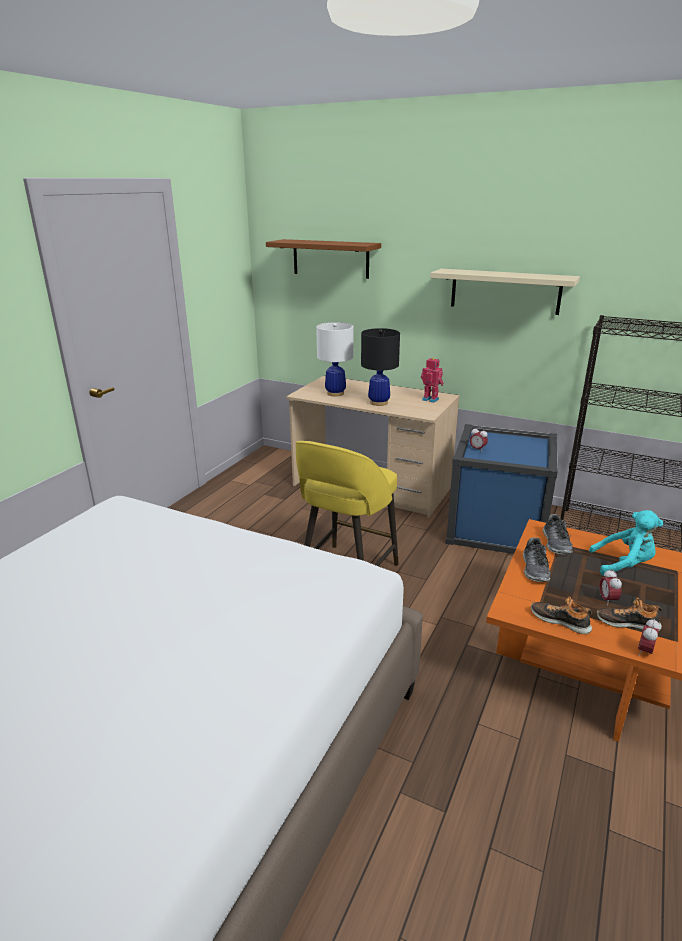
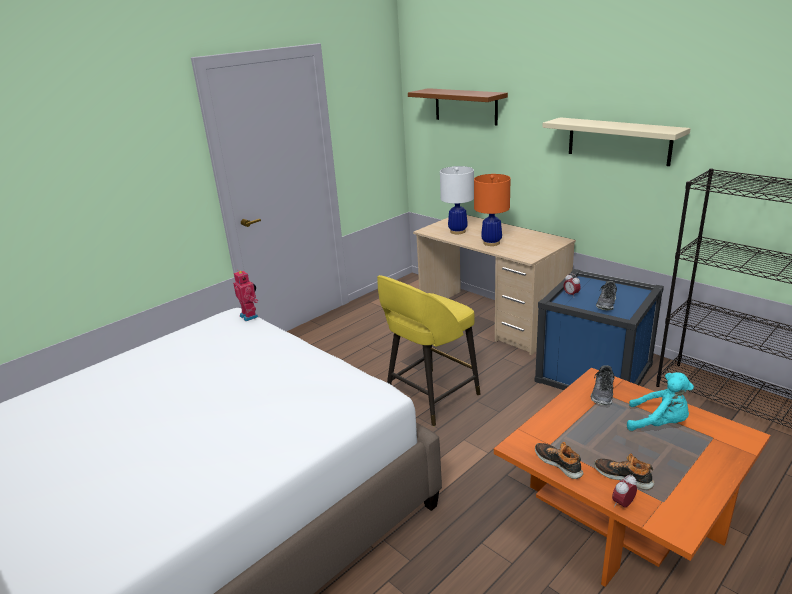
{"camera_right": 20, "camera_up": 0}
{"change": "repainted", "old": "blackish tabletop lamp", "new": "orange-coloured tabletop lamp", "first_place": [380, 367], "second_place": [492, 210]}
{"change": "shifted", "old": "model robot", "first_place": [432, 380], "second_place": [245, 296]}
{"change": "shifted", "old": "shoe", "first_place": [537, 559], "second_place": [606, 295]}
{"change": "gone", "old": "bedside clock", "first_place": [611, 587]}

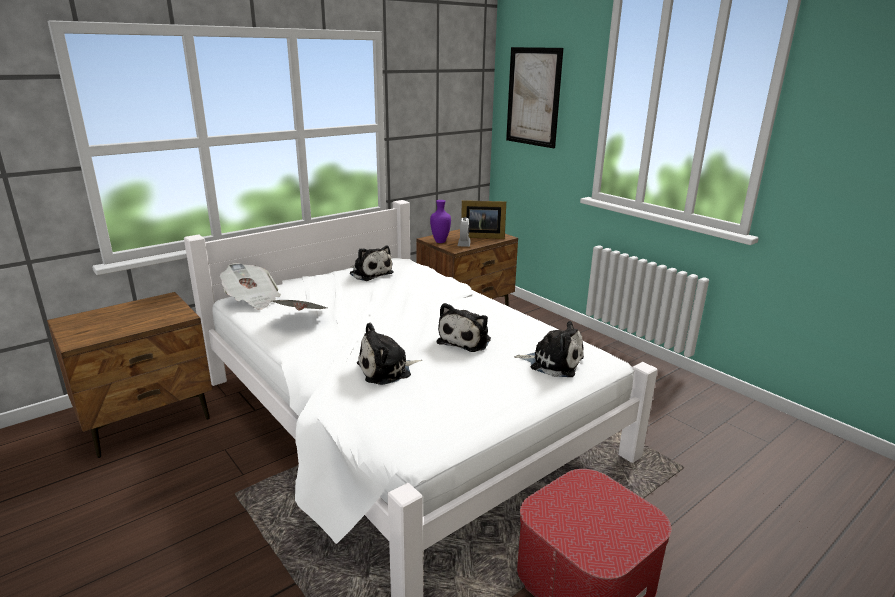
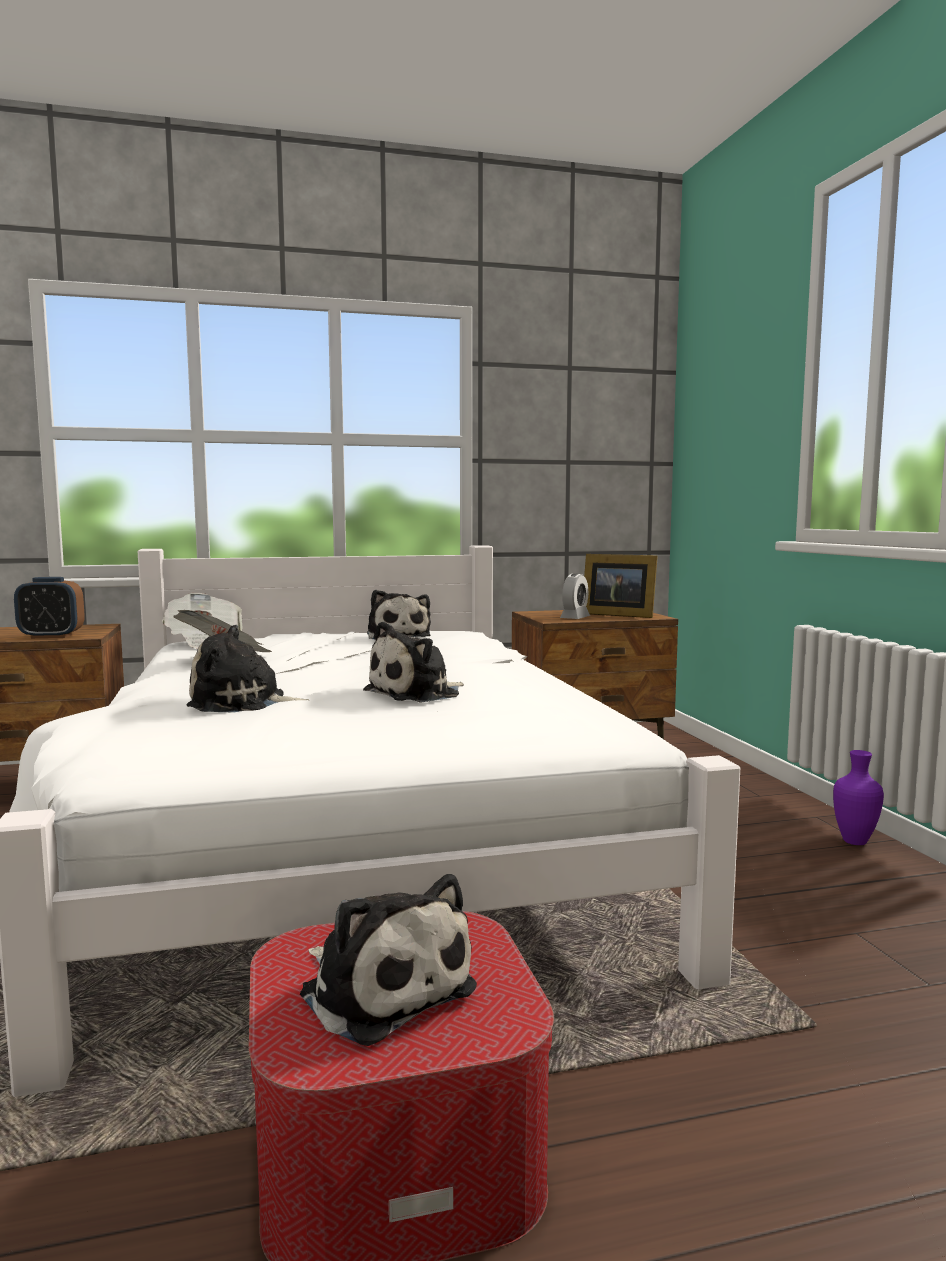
{"camera_right": 25, "camera_up": -15}
{"change": "shifted", "old": "purplish decorative vase", "first_place": [440, 221], "second_place": [858, 797]}
{"change": "gone", "old": "wall art", "first_place": [535, 97]}
{"change": "shifted", "old": "cuddly toy", "first_place": [549, 349], "second_place": [388, 960]}
{"change": "new", "new": "bedside clock", "second_place": [49, 608]}

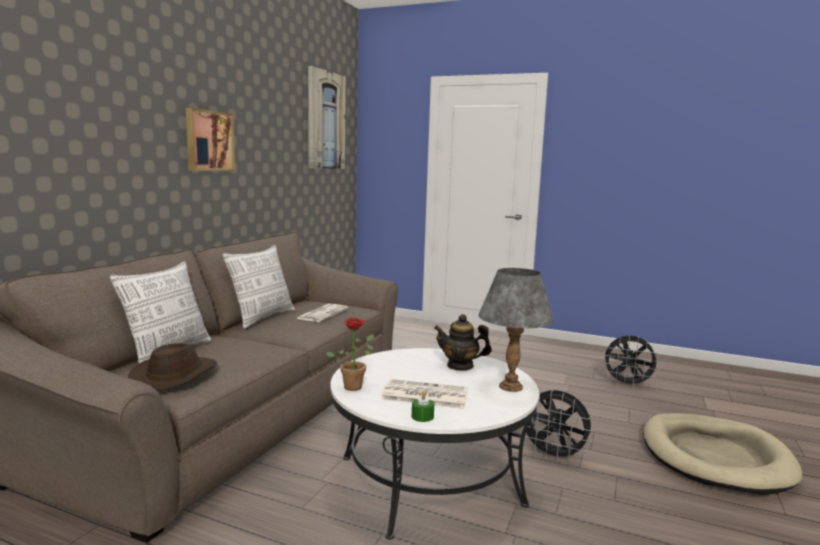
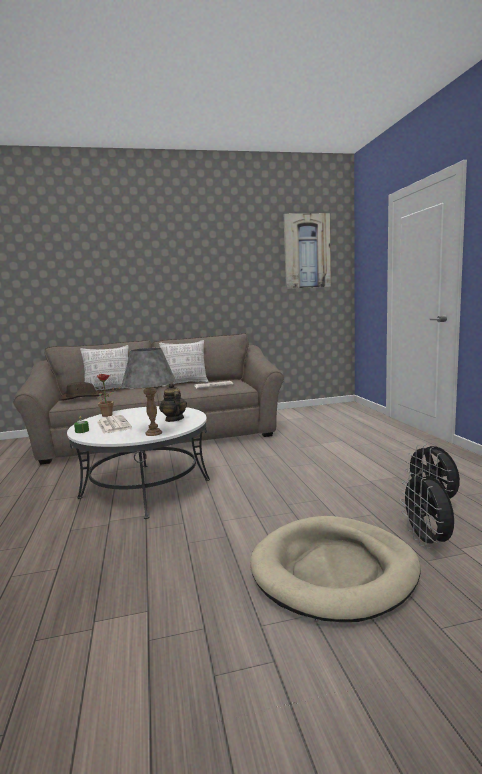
{"camera_right": 55, "camera_up": 0}
{"change": "gone", "old": "wall art", "first_place": [210, 139]}
{"change": "shifted", "old": "blackish cooling fan", "first_place": [559, 426], "second_place": [427, 511]}

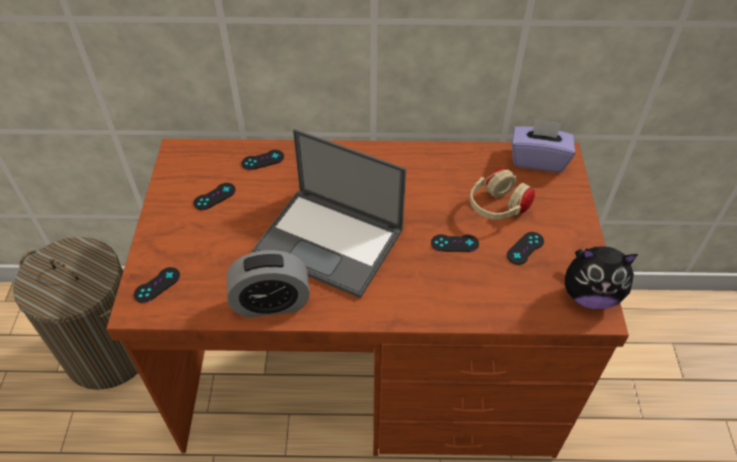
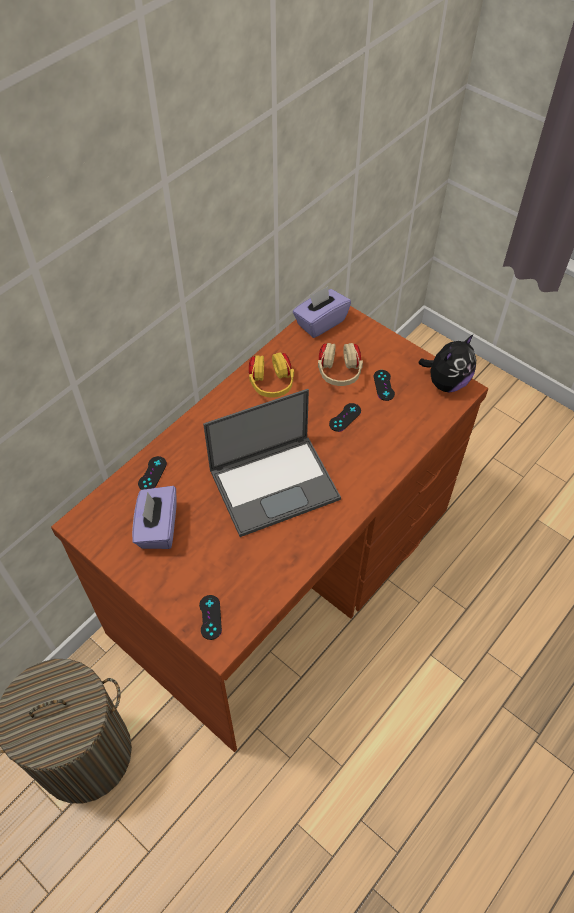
{"camera_right": -50, "camera_up": 5}
{"change": "swapped", "old": "blackish game controller", "new": "purplish box of tissues", "first_place": [214, 196], "second_place": [154, 517]}
{"change": "gone", "old": "bedside clock", "first_place": [268, 284]}
{"change": "new", "new": "yellow pair of headphones", "second_place": [271, 375]}

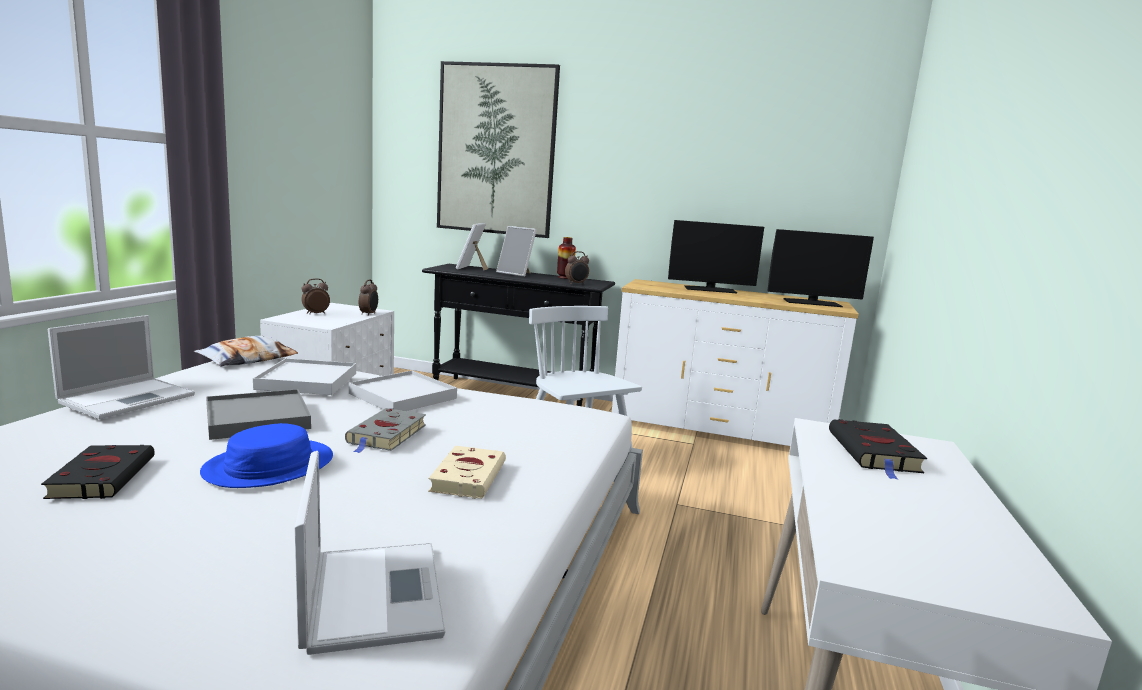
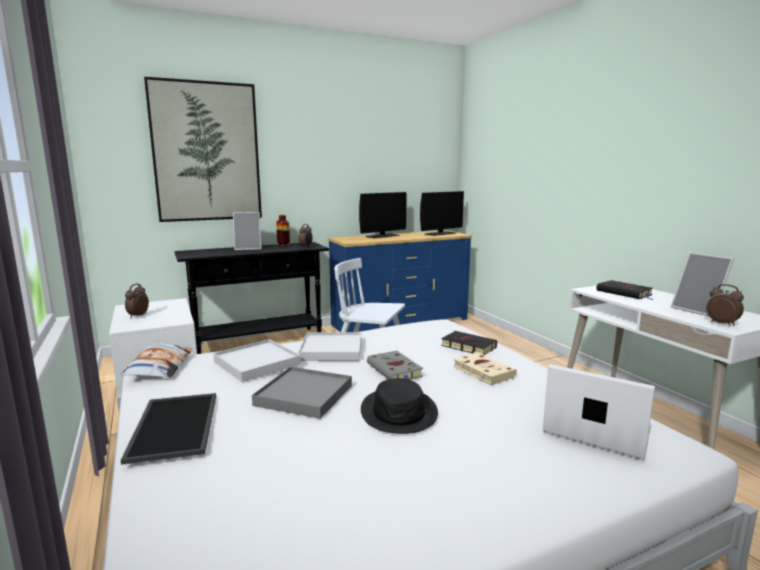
{"camera_right": -40, "camera_up": 0}
{"change": "shifted", "old": "blackish bound book", "first_place": [98, 472], "second_place": [469, 343]}
{"change": "swapped", "old": "laptop", "new": "carrying tray", "first_place": [121, 367], "second_place": [168, 429]}
{"change": "repainted", "old": "blue-coloured hat", "new": "blackish hat", "first_place": [266, 455], "second_place": [399, 406]}
{"change": "shifted", "old": "bedside clock", "first_place": [368, 297], "second_place": [725, 305]}
{"change": "shifted", "old": "photo frame", "first_place": [472, 246], "second_place": [702, 284]}
{"change": "repainted", "old": "whitish dresser", "new": "blue-coloured dresser", "first_place": [735, 362], "second_place": [400, 281]}

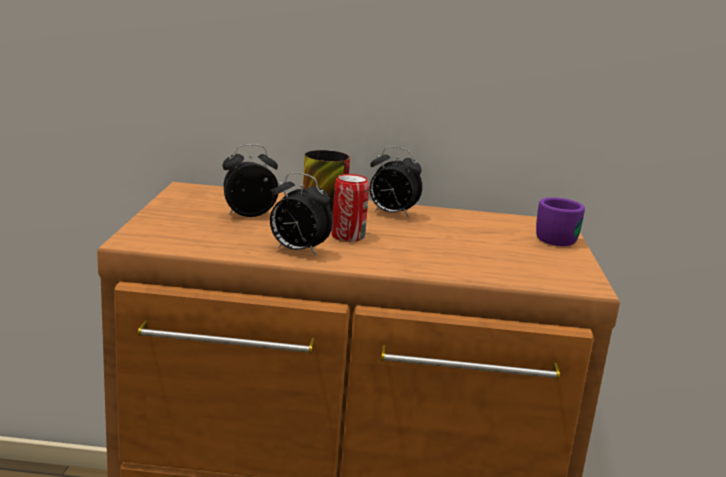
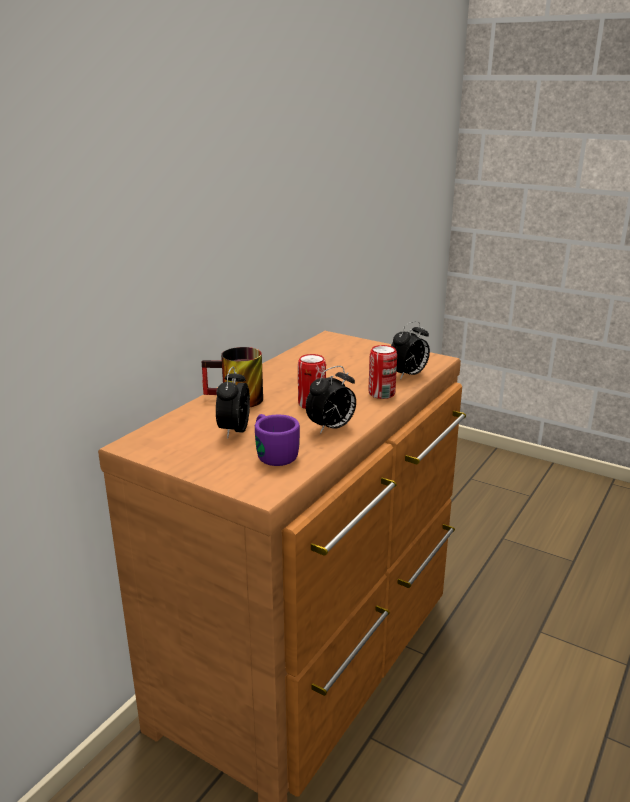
{"camera_right": -60, "camera_up": 5}
{"change": "shifted", "old": "bedside clock", "first_place": [396, 182], "second_place": [410, 350]}
{"change": "shifted", "old": "purplish tea mug", "first_place": [560, 221], "second_place": [277, 440]}
{"change": "new", "new": "metal can", "second_place": [382, 372]}

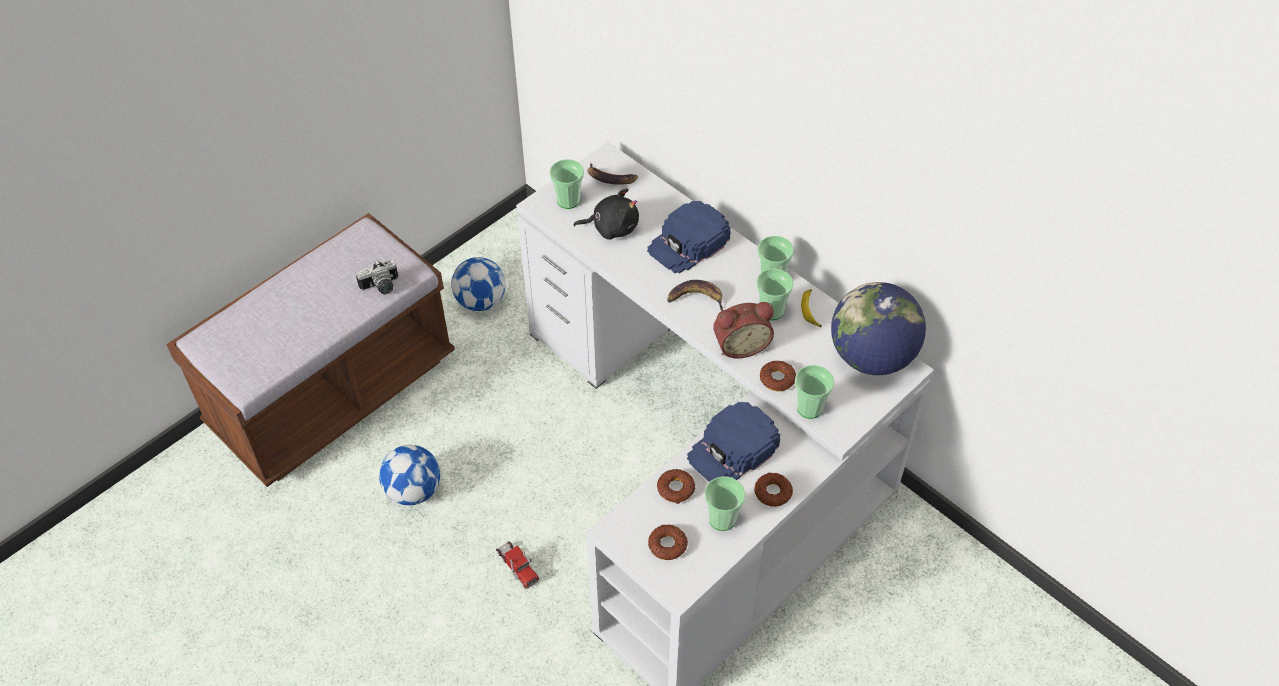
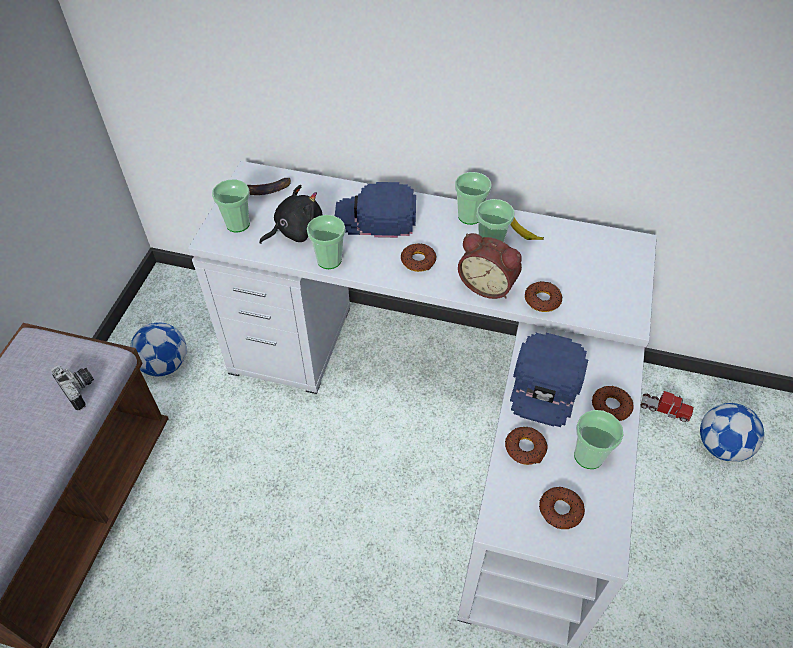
{"camera_right": -30, "camera_up": 0}
{"change": "rotated", "old": "still camera", "first_place": [377, 277], "second_place": [72, 388], "degrees": -75}
{"change": "shifted", "old": "football ball", "first_place": [409, 475], "second_place": [732, 432]}
{"change": "shifted", "old": "model truck", "first_place": [517, 565], "second_place": [667, 406]}
{"change": "rotated", "old": "blue-coloured peaked cap", "first_place": [689, 237], "second_place": [375, 210], "degrees": 75}
{"change": "swapped", "old": "banana", "new": "donut", "first_place": [695, 295], "second_place": [419, 257]}
{"change": "rotated", "old": "bedside clock", "first_place": [743, 330], "second_place": [490, 266], "degrees": 75}
{"change": "shifted", "old": "cup", "first_place": [814, 392], "second_place": [326, 242]}
{"change": "gone", "old": "world globe", "first_place": [878, 328]}

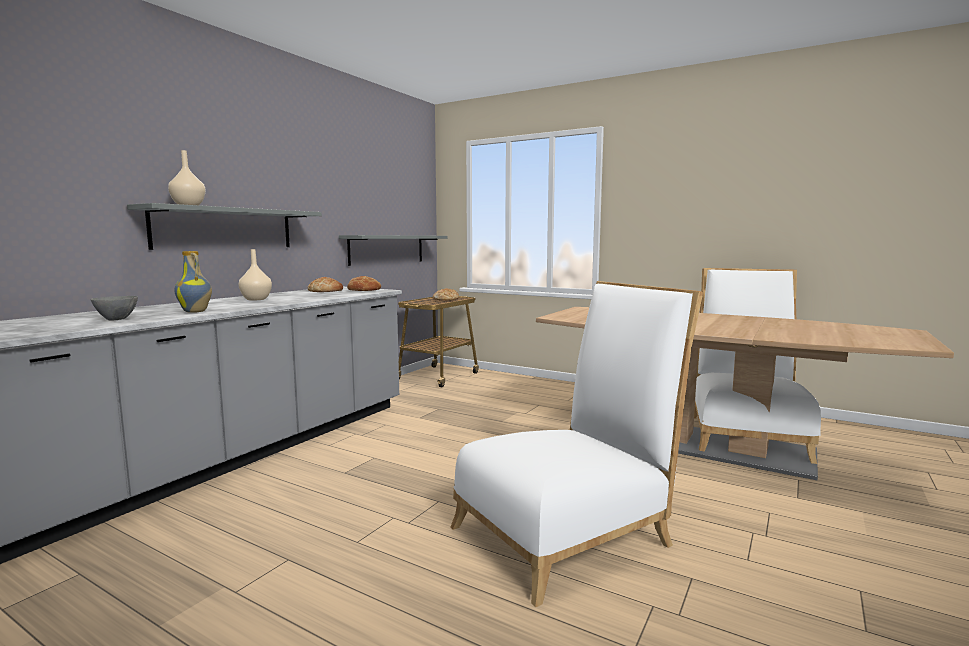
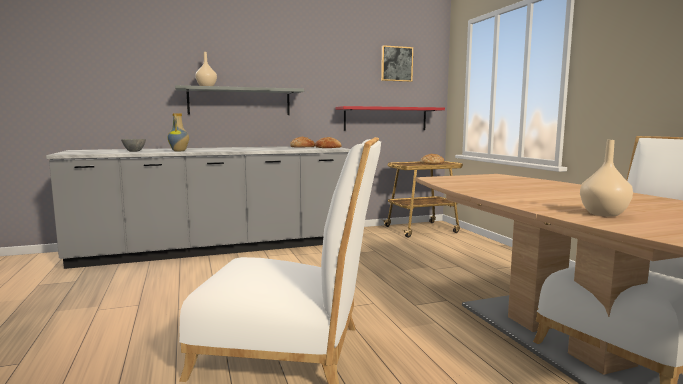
{"camera_right": 40, "camera_up": 0}
{"change": "shifted", "old": "beige-coloured decorative vase", "first_place": [255, 274], "second_place": [606, 178]}
{"change": "repainted", "old": "greyish wall shelf", "new": "red wall shelf", "first_place": [393, 250], "second_place": [390, 118]}
{"change": "new", "new": "wall art", "second_place": [397, 63]}

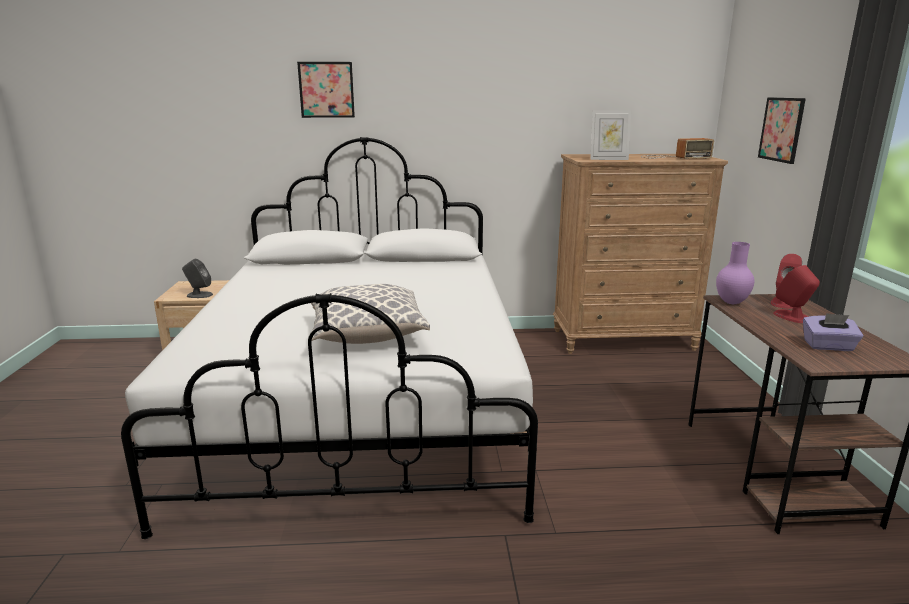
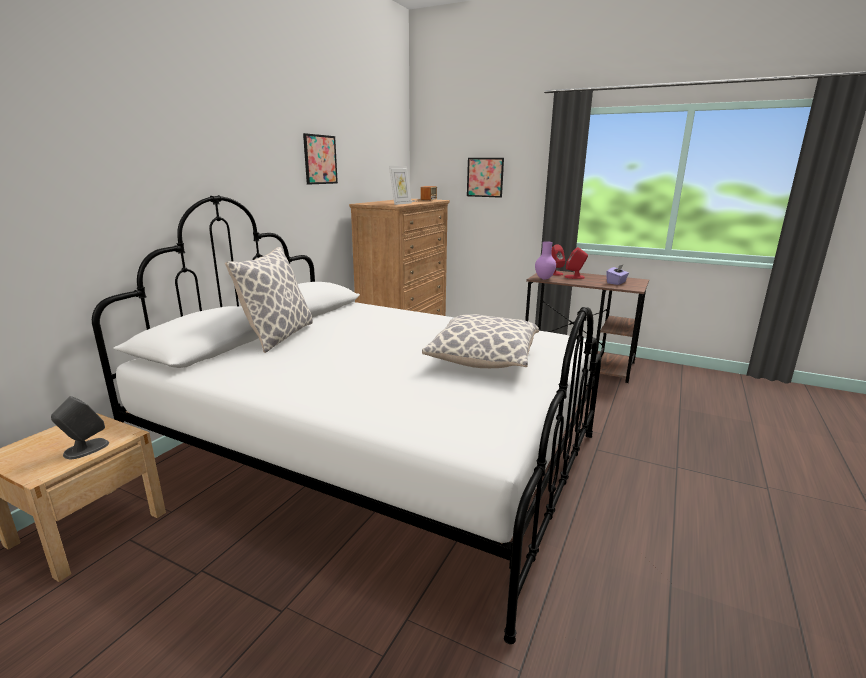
{"camera_right": -60, "camera_up": 0}
{"change": "shifted", "old": "wall art", "first_place": [326, 90], "second_place": [320, 159]}
{"change": "new", "new": "pillow", "second_place": [269, 300]}

